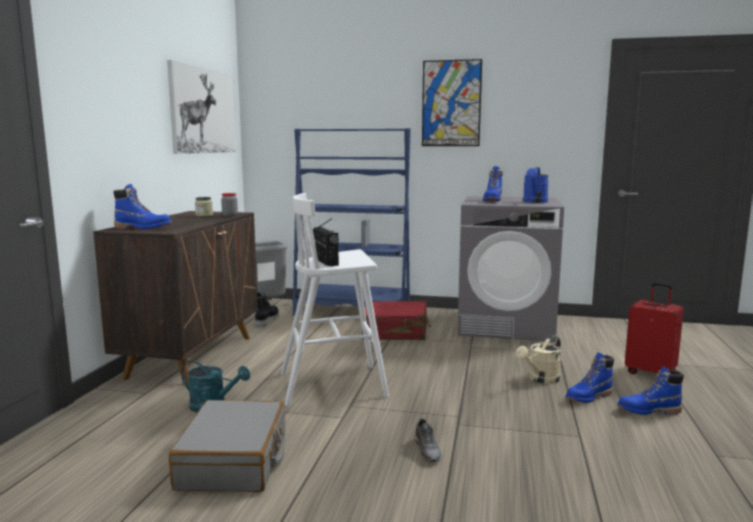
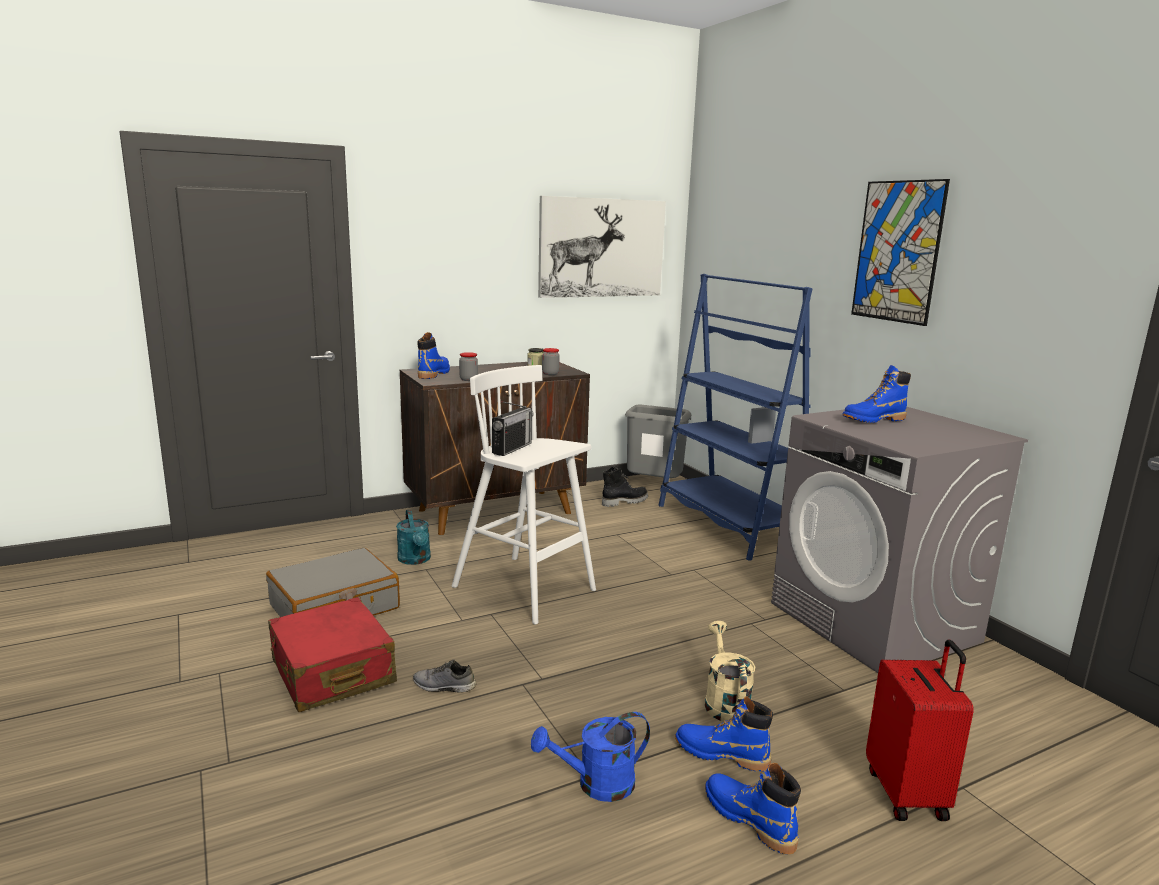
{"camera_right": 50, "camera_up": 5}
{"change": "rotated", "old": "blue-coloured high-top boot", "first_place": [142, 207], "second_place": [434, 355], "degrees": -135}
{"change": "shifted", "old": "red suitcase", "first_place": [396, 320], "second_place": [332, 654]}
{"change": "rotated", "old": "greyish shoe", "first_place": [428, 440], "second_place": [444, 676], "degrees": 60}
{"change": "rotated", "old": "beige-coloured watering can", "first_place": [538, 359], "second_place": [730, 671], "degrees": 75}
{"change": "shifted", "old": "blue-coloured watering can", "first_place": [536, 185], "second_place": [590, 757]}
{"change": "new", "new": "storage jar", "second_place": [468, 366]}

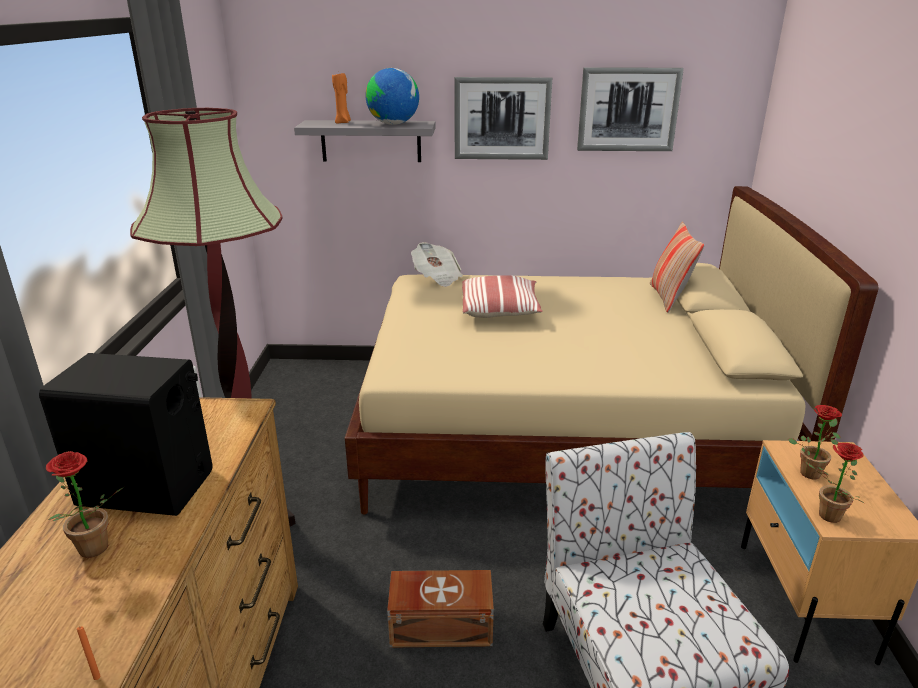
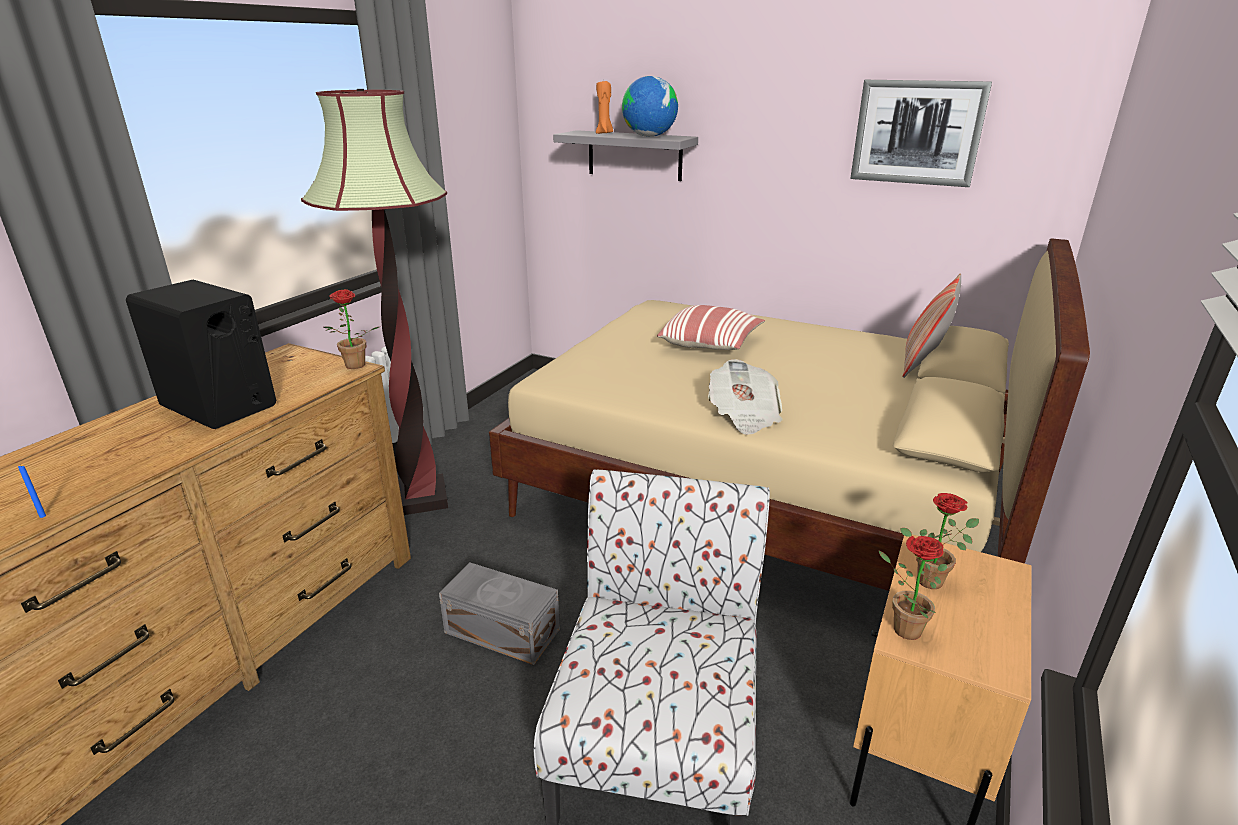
{"camera_right": 25, "camera_up": 0}
{"change": "shifted", "old": "houseplant", "first_place": [85, 504], "second_place": [351, 329]}
{"change": "repainted", "old": "orange-coloured candle", "new": "blue-coloured candle", "first_place": [88, 653], "second_place": [32, 492]}
{"change": "repainted", "old": "brown storage container", "new": "greyish storage container", "first_place": [440, 609], "second_place": [499, 613]}
{"change": "shifted", "old": "newspaper", "first_place": [437, 264], "second_place": [745, 397]}
{"change": "gone", "old": "wall art", "first_place": [503, 118]}

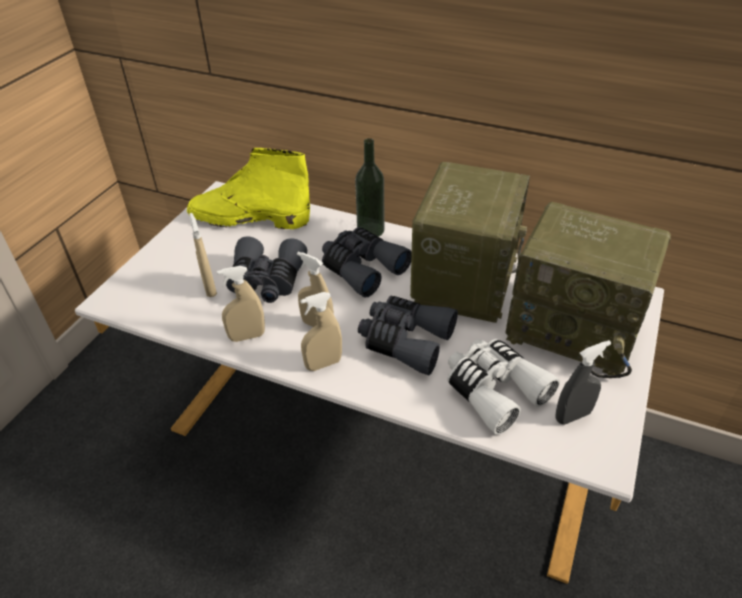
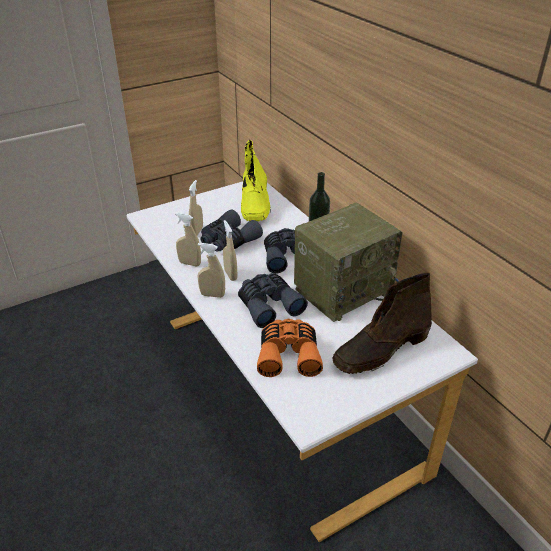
{"camera_right": 35, "camera_up": -5}
{"change": "rotated", "old": "yellow high-top boot", "first_place": [248, 188], "second_place": [256, 181], "degrees": -135}
{"change": "repainted", "old": "whitish binoculars", "new": "orange-coloured binoculars", "first_place": [503, 387], "second_place": [290, 348]}
{"change": "swapped", "old": "radio set", "new": "brown high-top boot", "first_place": [588, 290], "second_place": [382, 323]}
{"change": "gone", "old": "greyish sprayer", "first_place": [583, 382]}

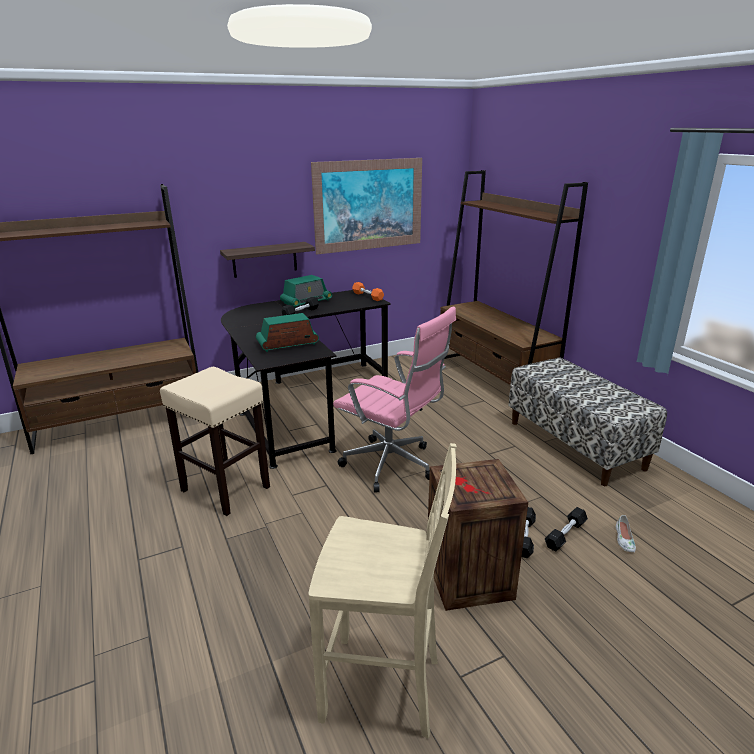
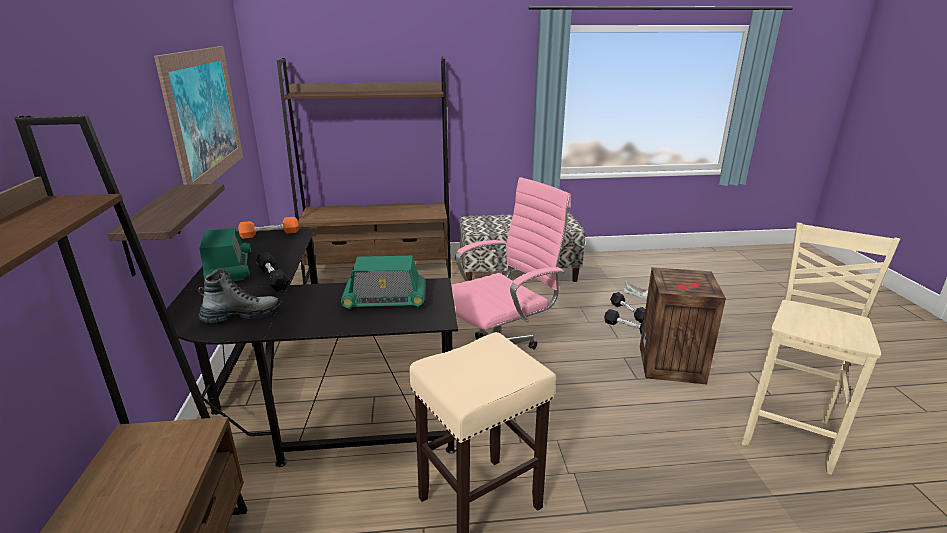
{"camera_right": -70, "camera_up": 0}
{"change": "rotated", "old": "radio set", "first_place": [287, 332], "second_place": [383, 282], "degrees": -90}
{"change": "new", "new": "high-top boot", "second_place": [239, 295]}

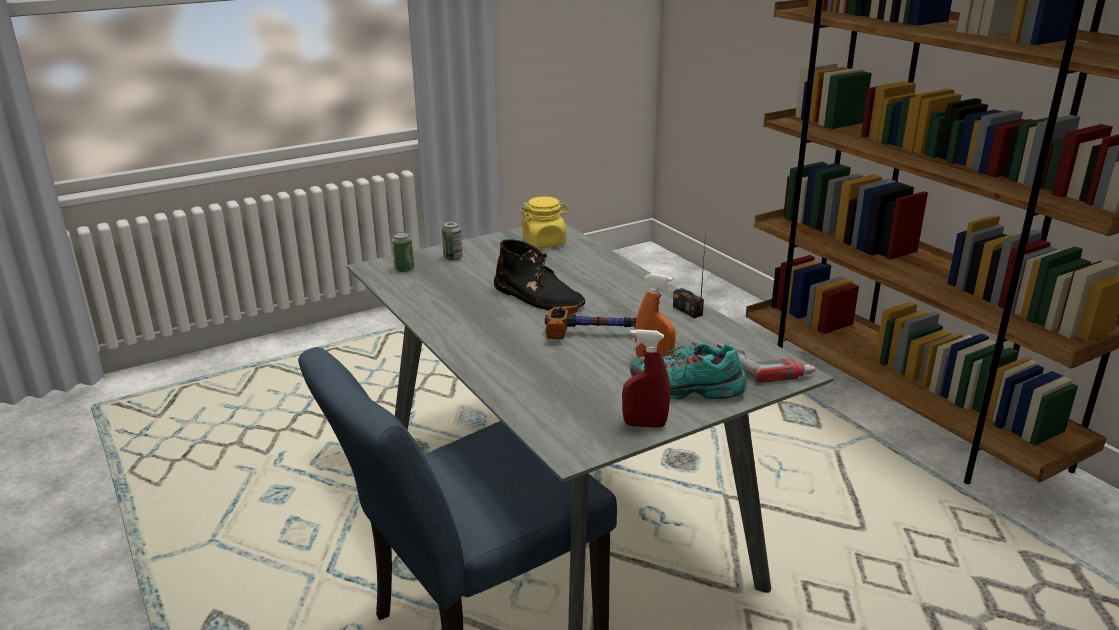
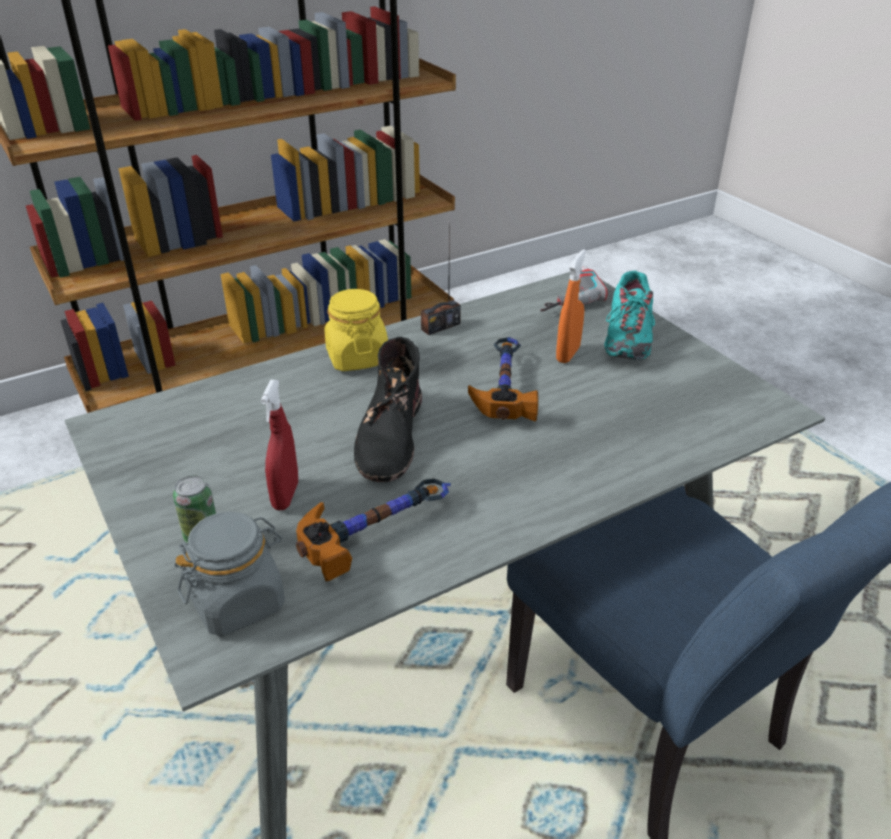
{"camera_right": -90, "camera_up": 10}
{"change": "swapped", "old": "metal can", "new": "greyish storage jar", "first_place": [403, 252], "second_place": [230, 574]}
{"change": "rotated", "old": "blackish high-top boot", "first_place": [539, 274], "second_place": [388, 409], "degrees": 150}
{"change": "shifted", "old": "yellow storage jar", "first_place": [544, 222], "second_place": [356, 330]}
{"change": "shifted", "old": "red sprayer", "first_place": [646, 378], "second_place": [279, 445]}
{"change": "new", "new": "hand hammer", "second_place": [373, 530]}

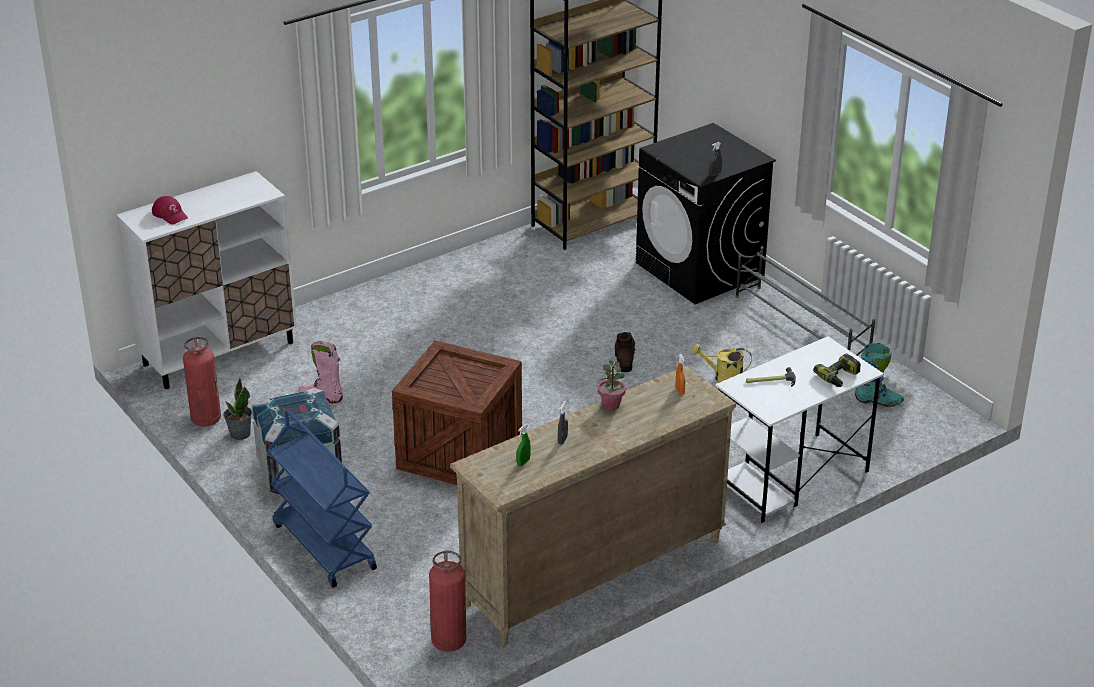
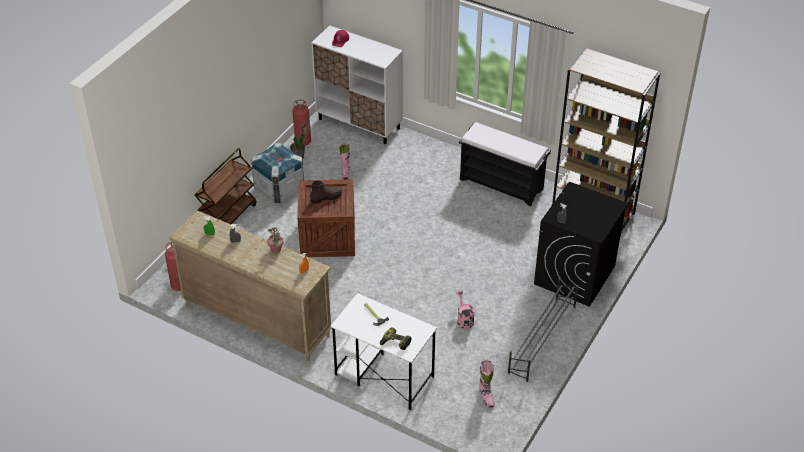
{"camera_right": 65, "camera_up": 10}
{"change": "repainted", "old": "blue-coloured cart", "new": "brown cart", "first_place": [322, 499], "second_place": [225, 186]}
{"change": "shifted", "old": "brown high-top boot", "first_place": [625, 352], "second_place": [326, 192]}
{"change": "repainted", "old": "yellow watering can", "new": "pink-coloured watering can", "first_place": [721, 363], "second_place": [465, 309]}
{"change": "repainted", "old": "turquoise-coloured high-top boot", "new": "pink-coloured high-top boot", "first_place": [879, 375], "second_place": [487, 383]}
{"change": "new", "new": "blackish indoor bench", "second_place": [505, 164]}

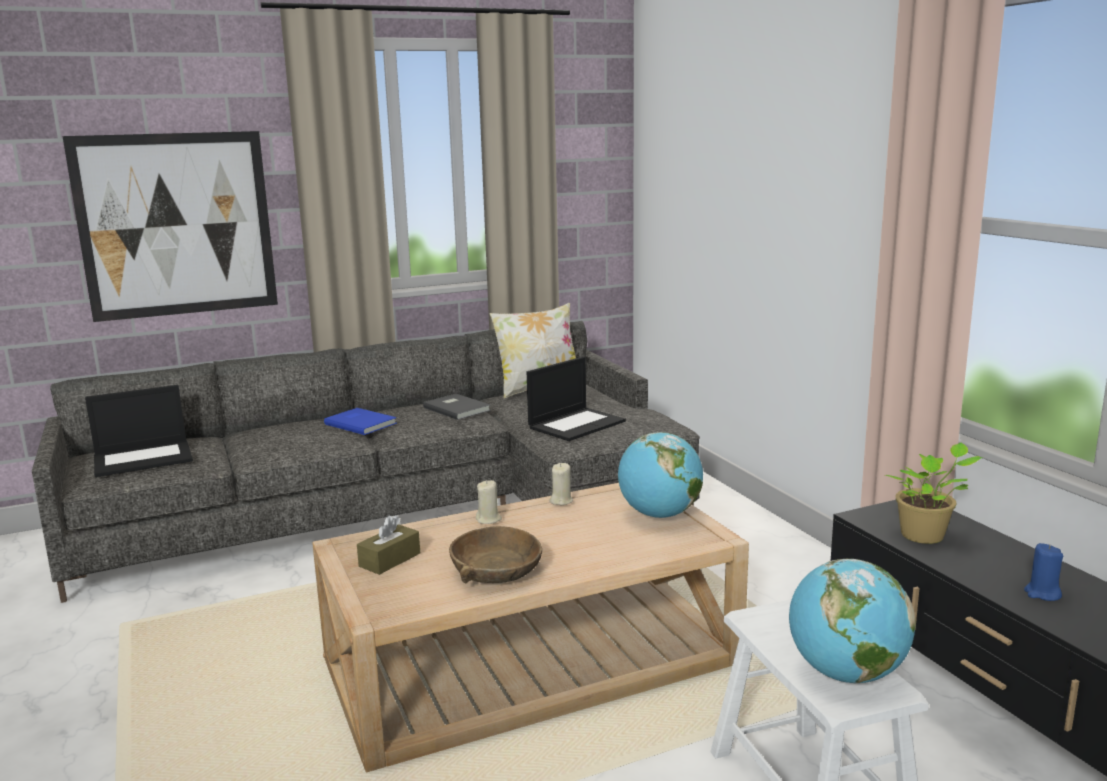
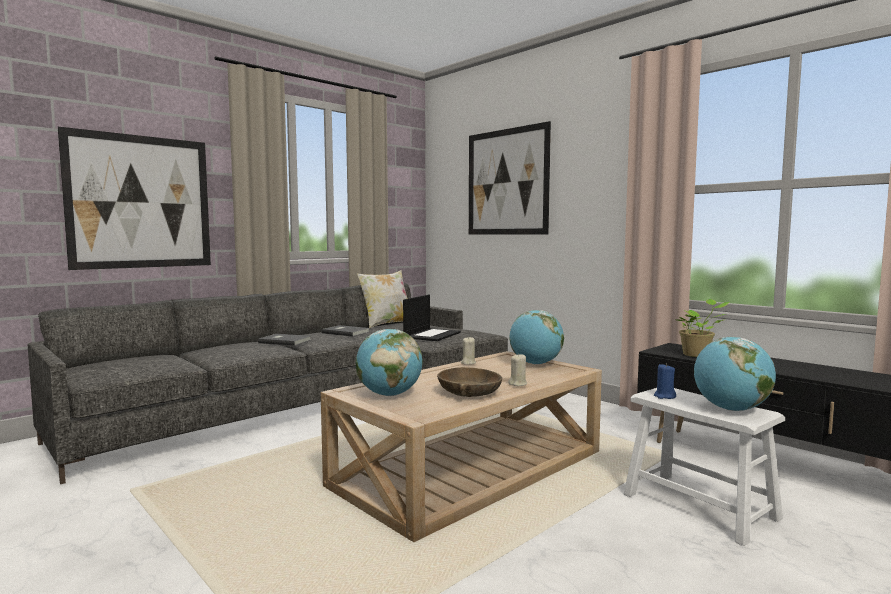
{"camera_right": -20, "camera_up": -10}
{"change": "gone", "old": "laptop", "first_place": [139, 431]}
{"change": "repainted", "old": "blue-coloured bound book", "new": "greyish bound book", "first_place": [360, 421], "second_place": [284, 340]}
{"change": "swapped", "old": "brown box of tissues", "new": "world globe", "first_place": [388, 545], "second_place": [389, 362]}
{"change": "shifted", "old": "beige-coloured candle", "first_place": [489, 502], "second_place": [517, 369]}
{"change": "shifted", "old": "blue-coloured candle", "first_place": [1043, 572], "second_place": [665, 381]}
{"change": "new", "new": "wall art", "second_place": [510, 178]}

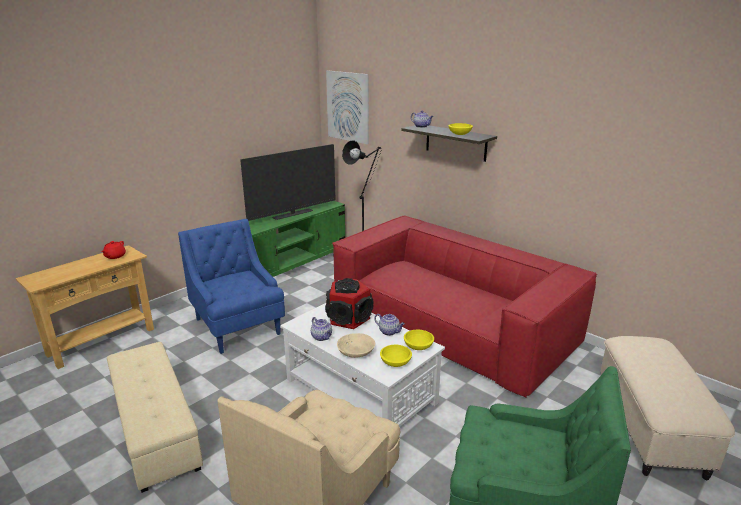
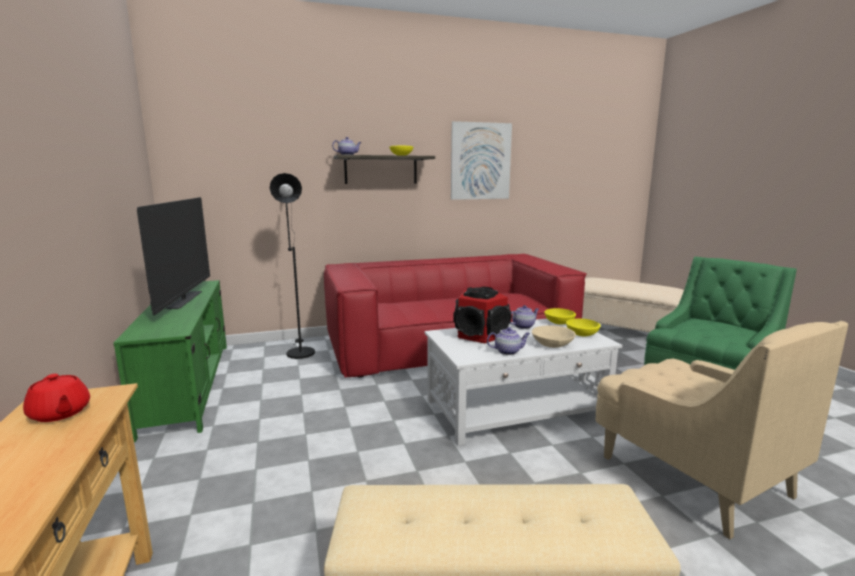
{"camera_right": -60, "camera_up": -10}
{"change": "gone", "old": "blue-coloured lounge chair", "first_place": [231, 286]}
{"change": "shifted", "old": "wall art", "first_place": [347, 107], "second_place": [481, 160]}

